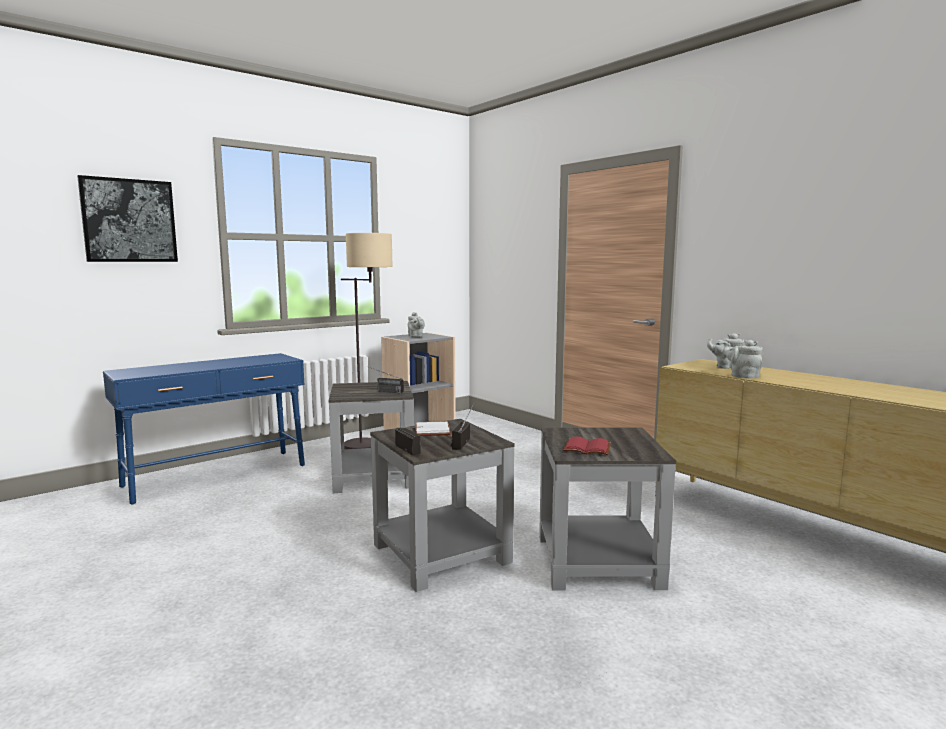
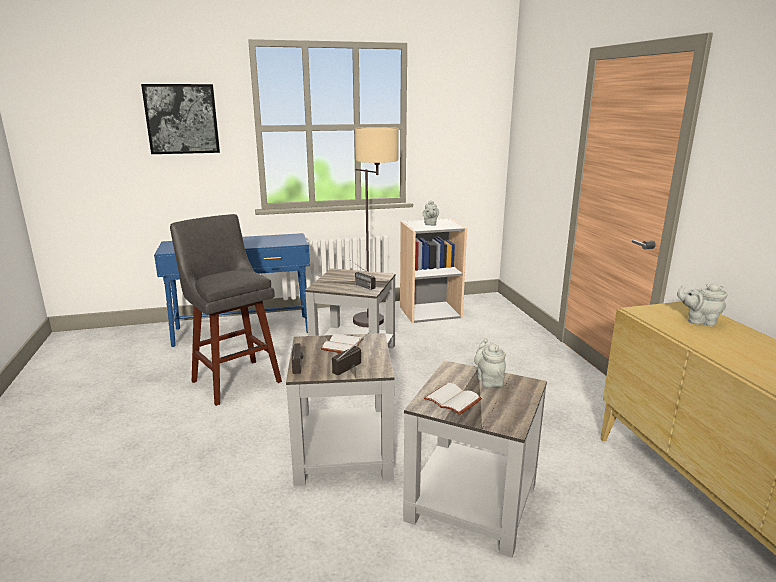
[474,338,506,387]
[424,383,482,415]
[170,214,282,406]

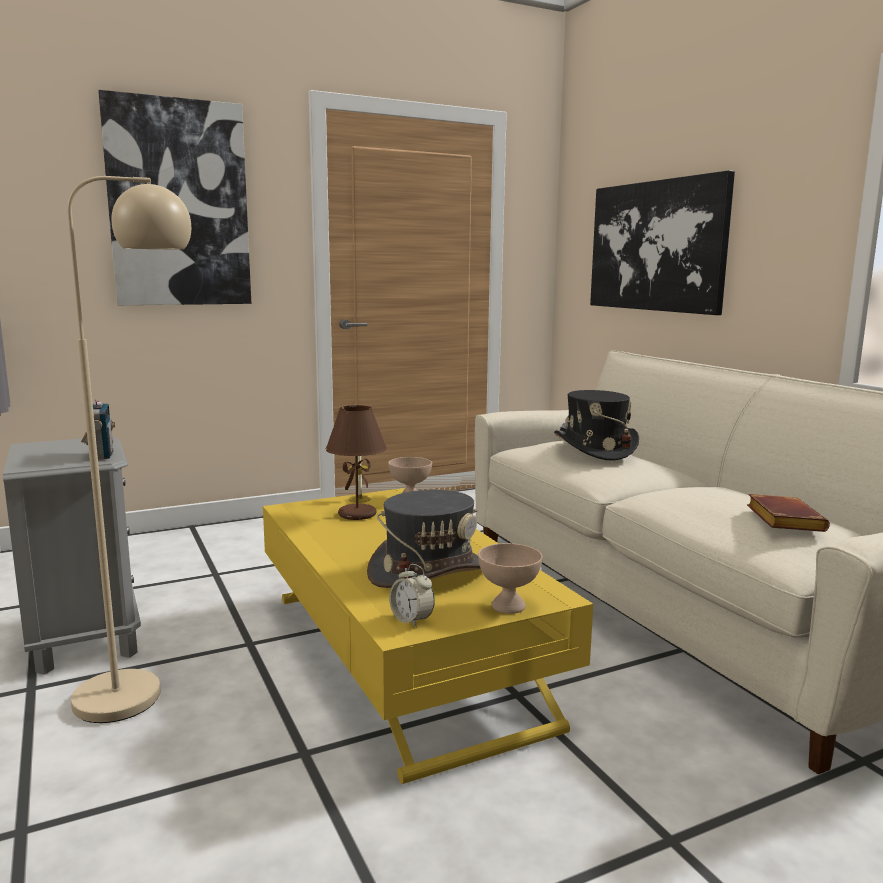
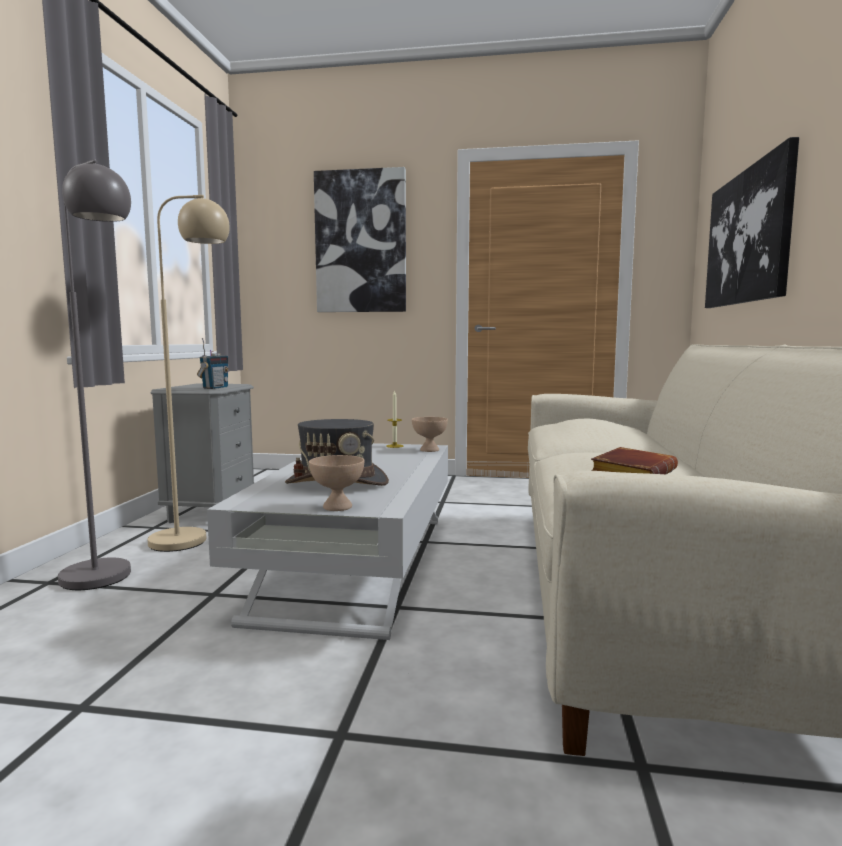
[554,390,639,461] (first image)
[325,405,387,520] (first image)
[207,443,448,640]
[389,564,435,627] (first image)
[58,159,131,590]

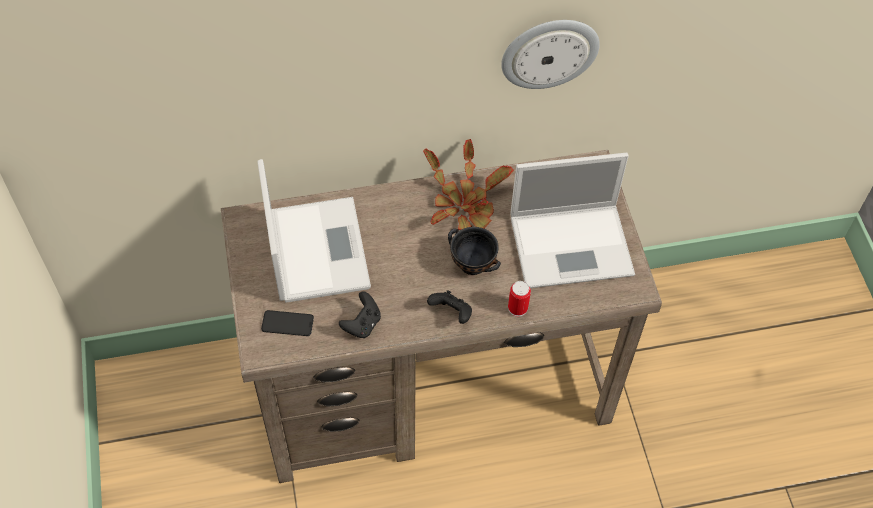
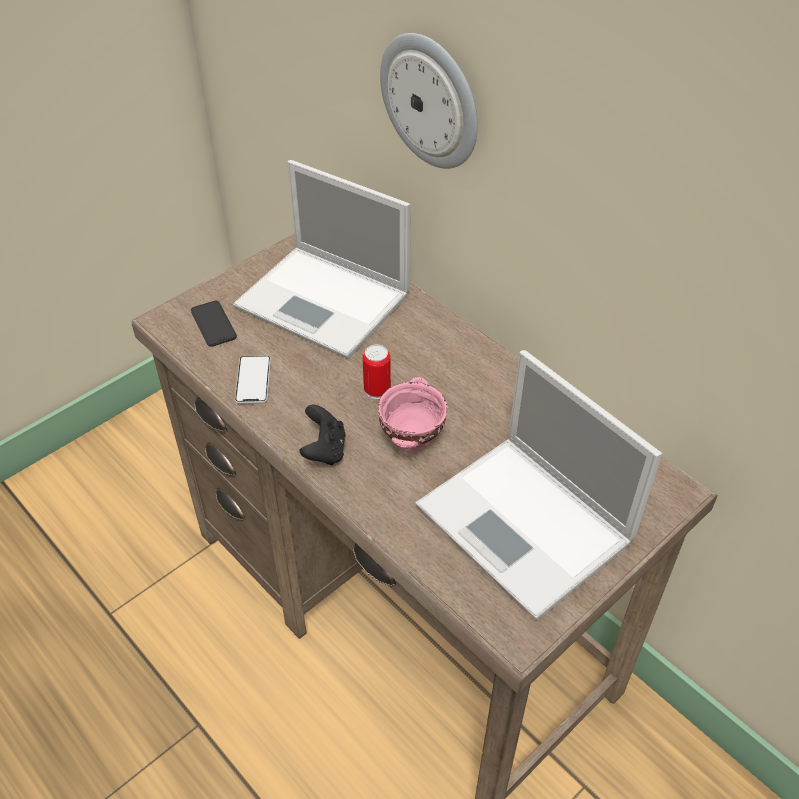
[380,33,478,169]
[423,139,514,230] (first image)
[233,160,411,359]
[377,377,448,452]
[363,345,391,399]
[234,355,271,404]

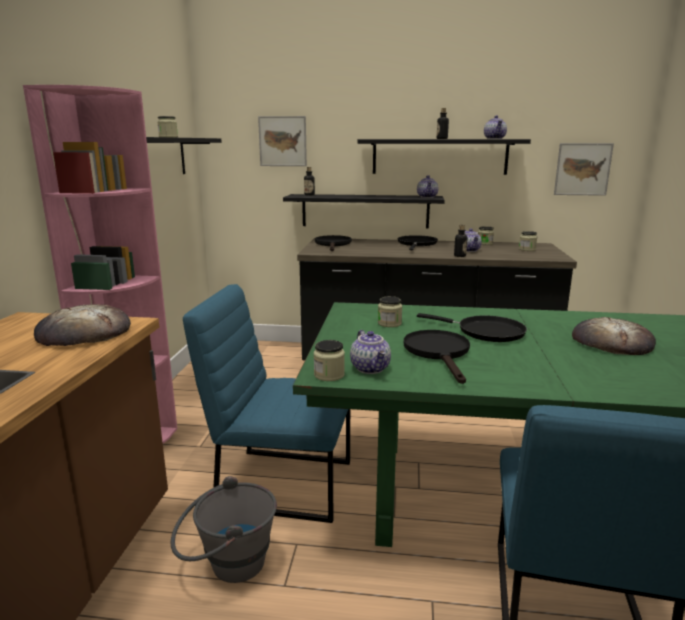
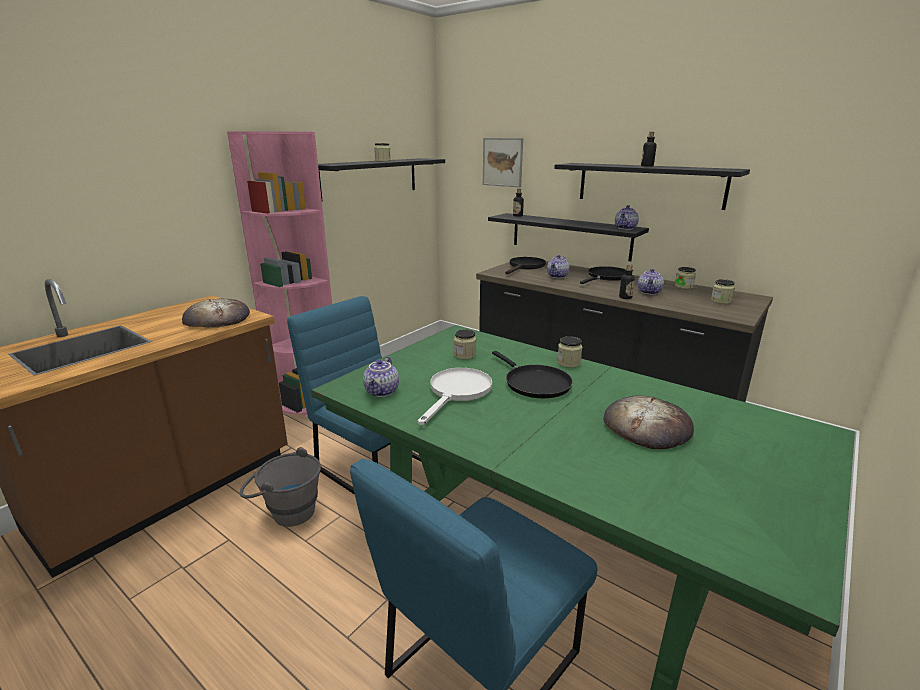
[547,255,569,278]
[554,143,614,196] (first image)
[418,368,492,425]
[557,336,582,368]

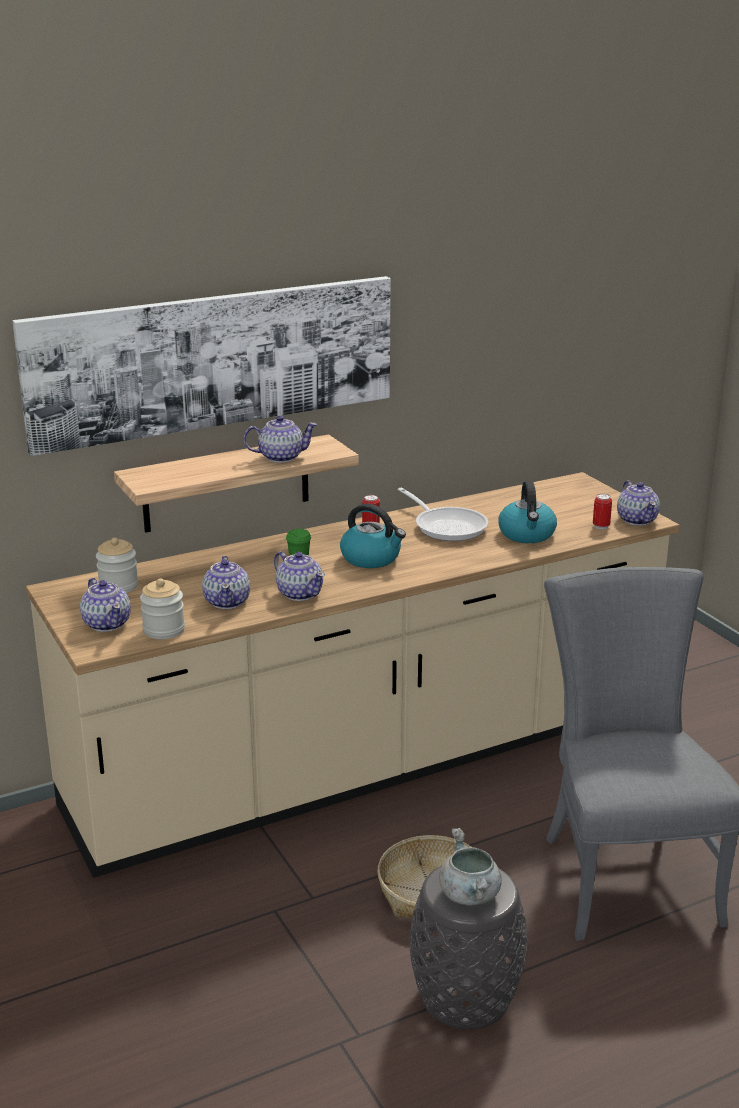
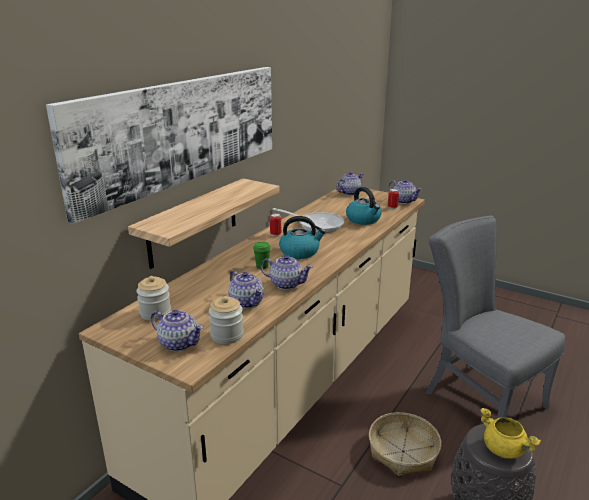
[336,172,363,196]
[480,408,541,459]

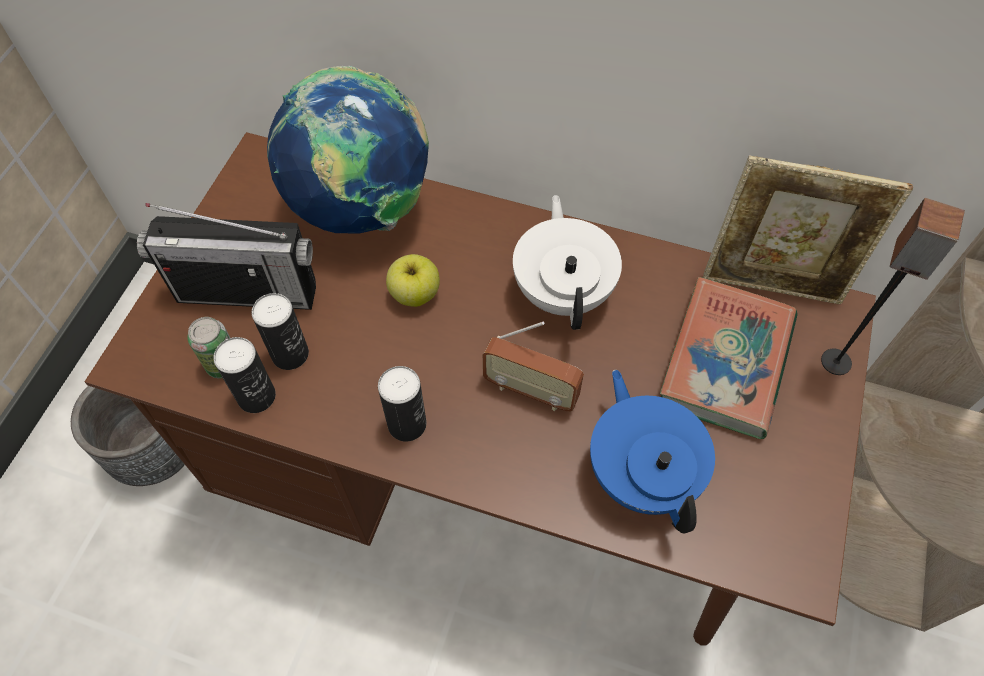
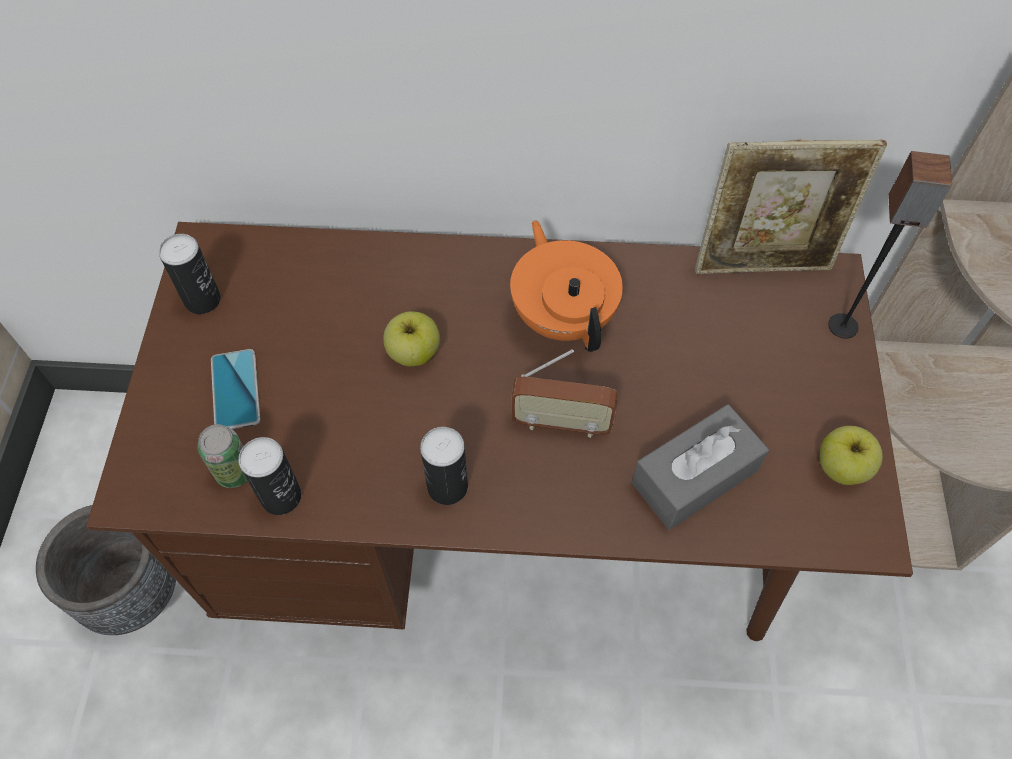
[267,66,429,234] (first image)
[510,220,623,352]
[211,349,260,429]
[660,277,798,439] (first image)
[159,234,221,314]
[632,404,769,530]
[820,426,883,485]

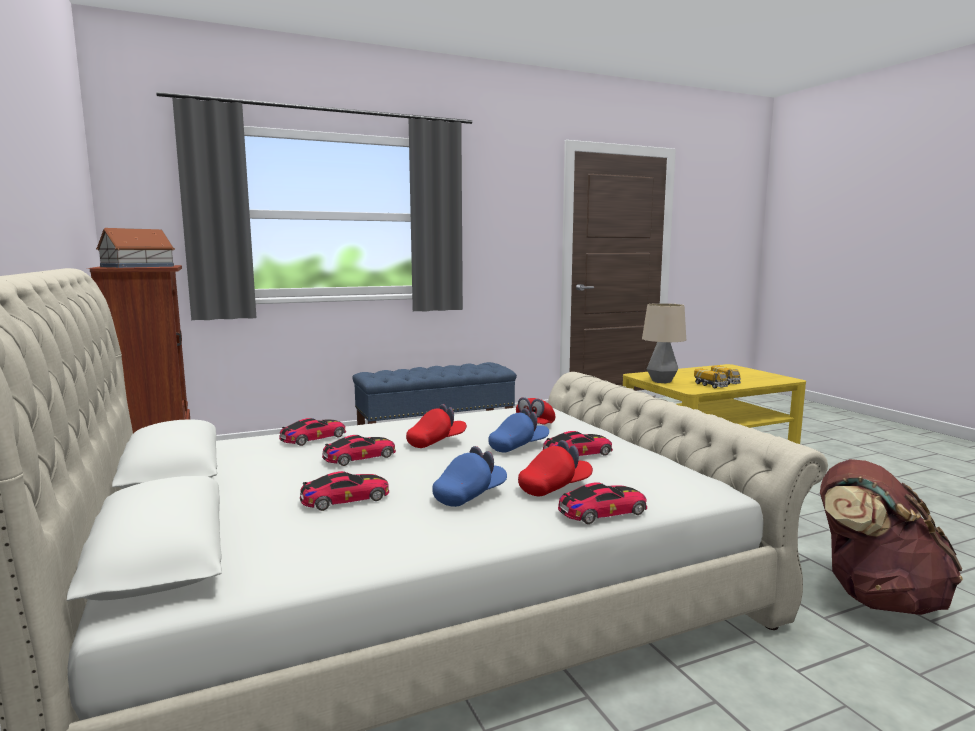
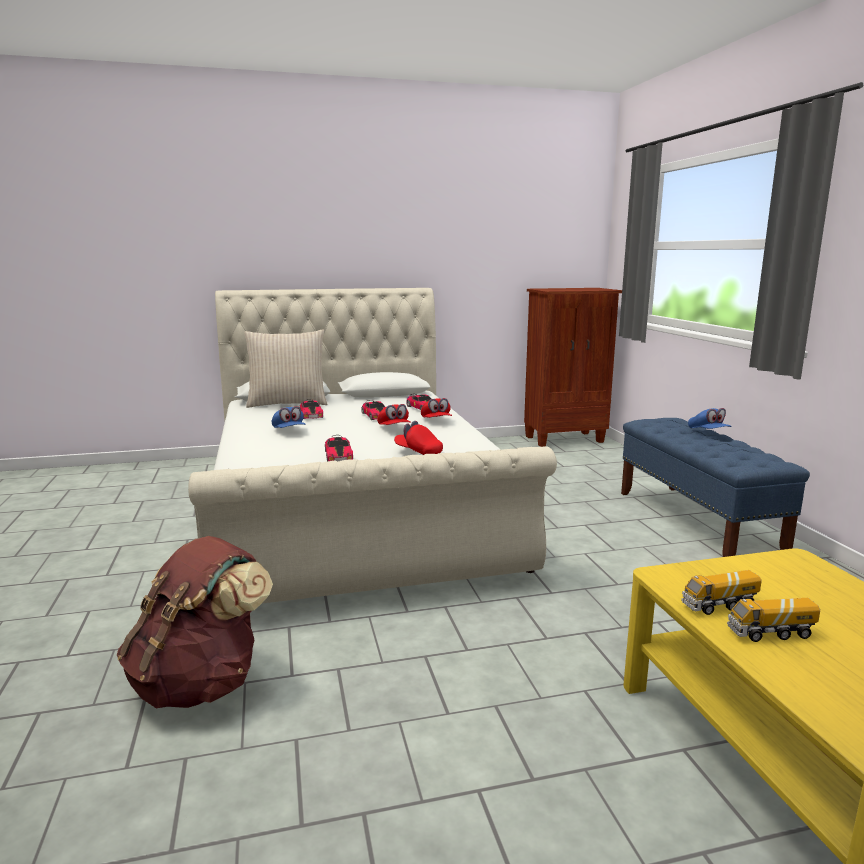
[96,228,175,268] (first image)
[642,303,686,383] (first image)
[688,408,732,429]
[421,398,452,418]
[558,482,647,524] (first image)
[244,329,328,408]

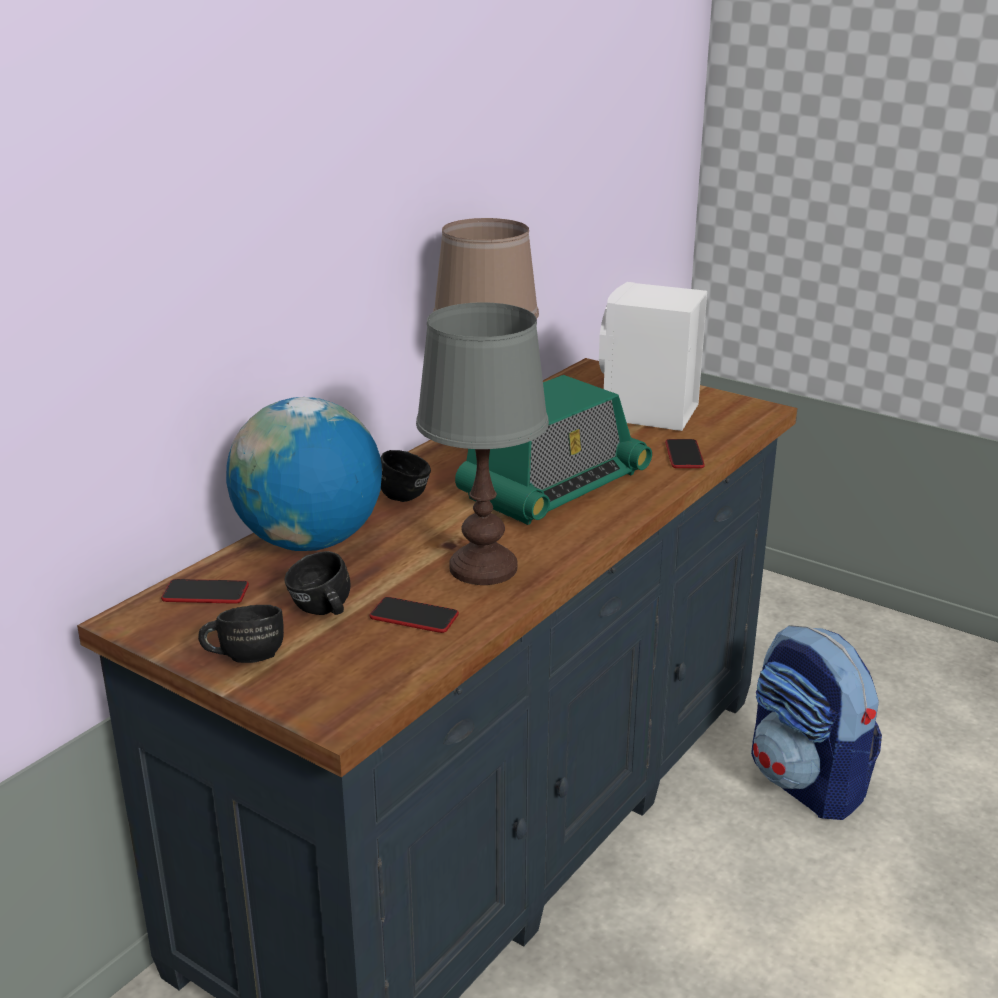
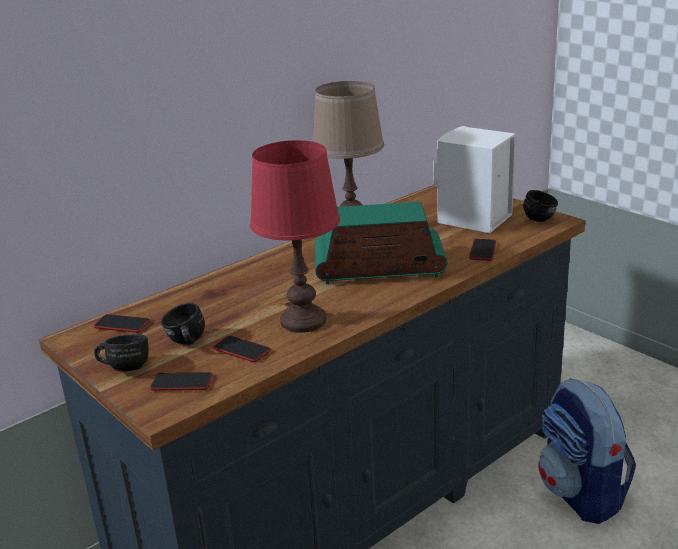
[250,140,340,333]
[315,202,448,284]
[226,397,382,551] (first image)
[523,190,558,222]
[150,372,213,391]

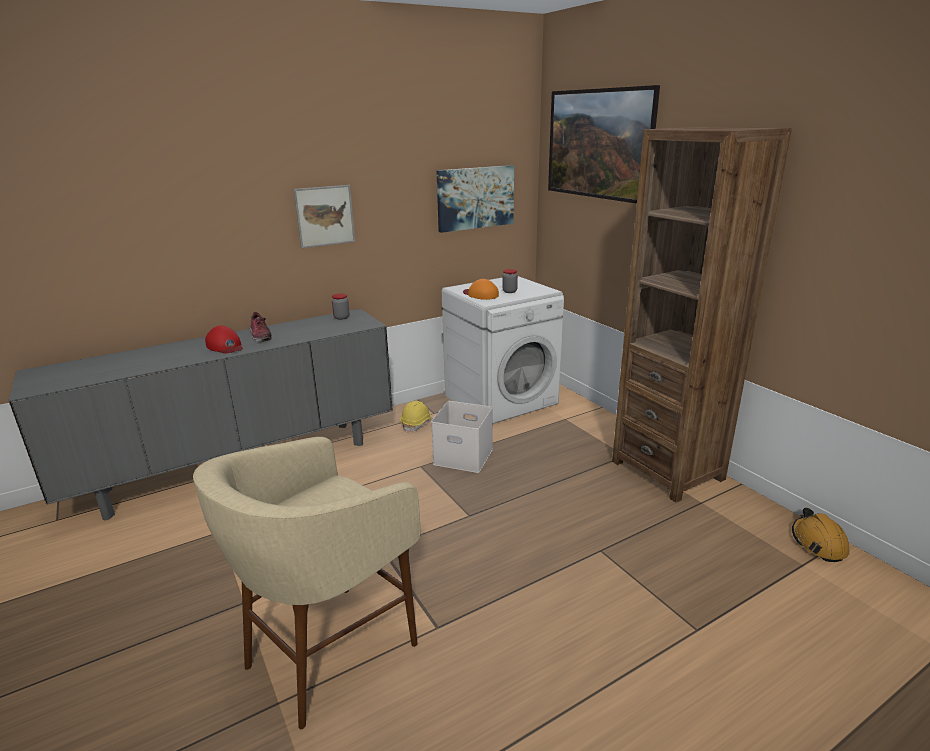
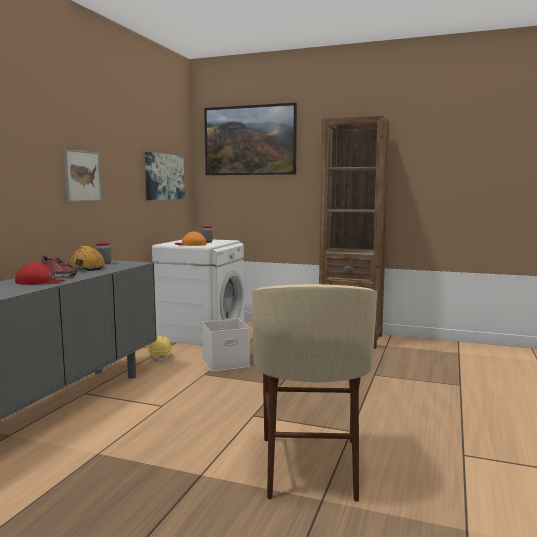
[68,246,106,271]

